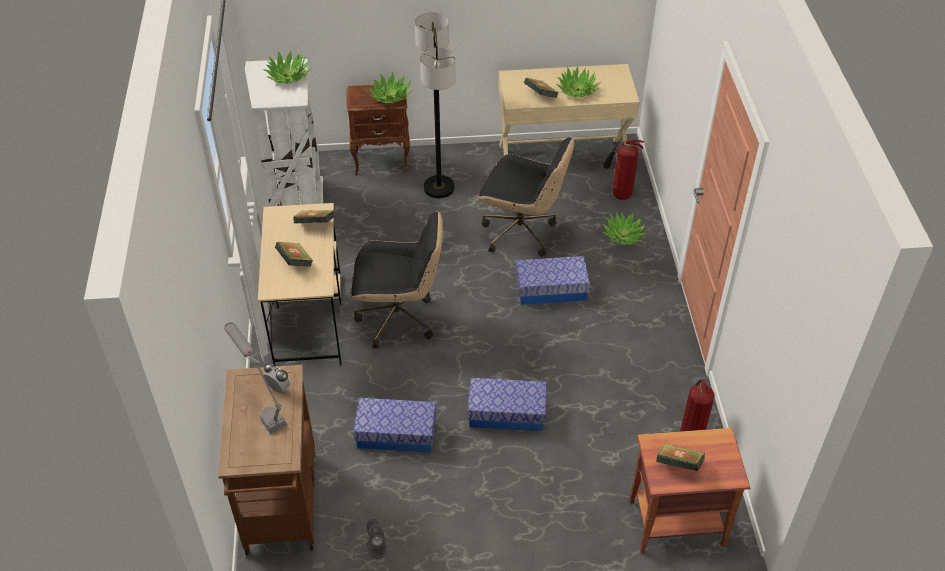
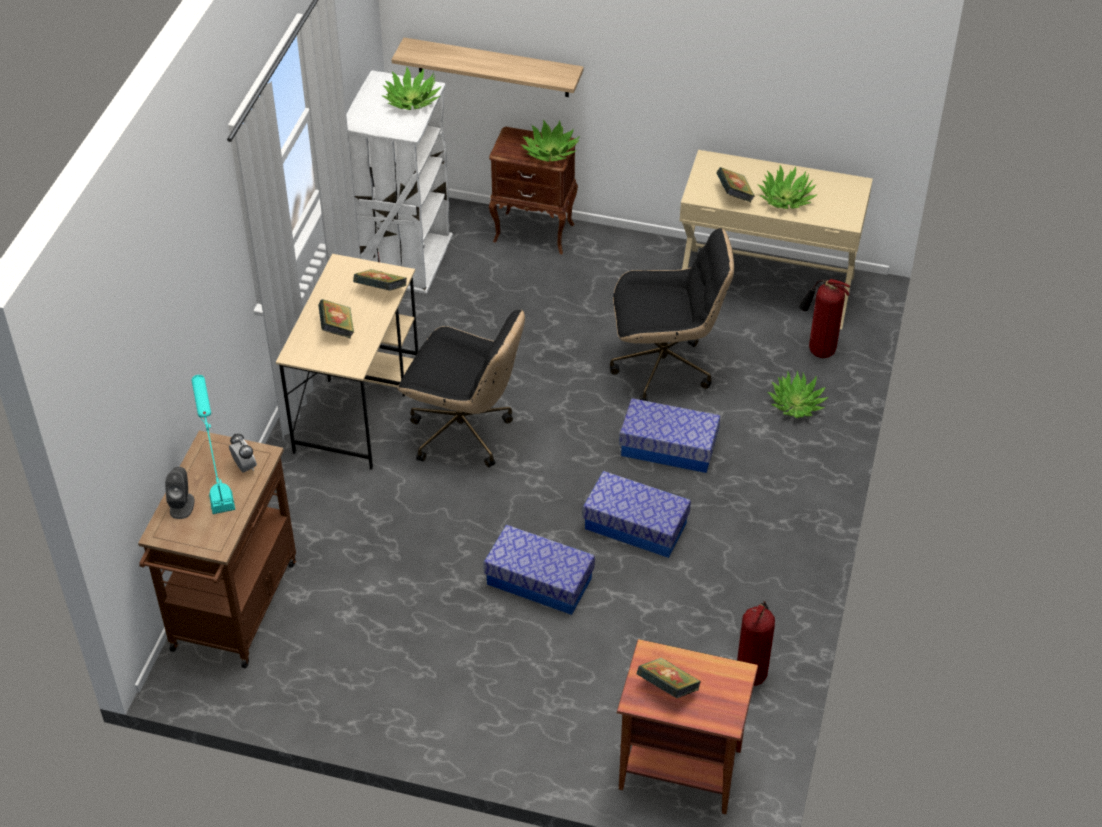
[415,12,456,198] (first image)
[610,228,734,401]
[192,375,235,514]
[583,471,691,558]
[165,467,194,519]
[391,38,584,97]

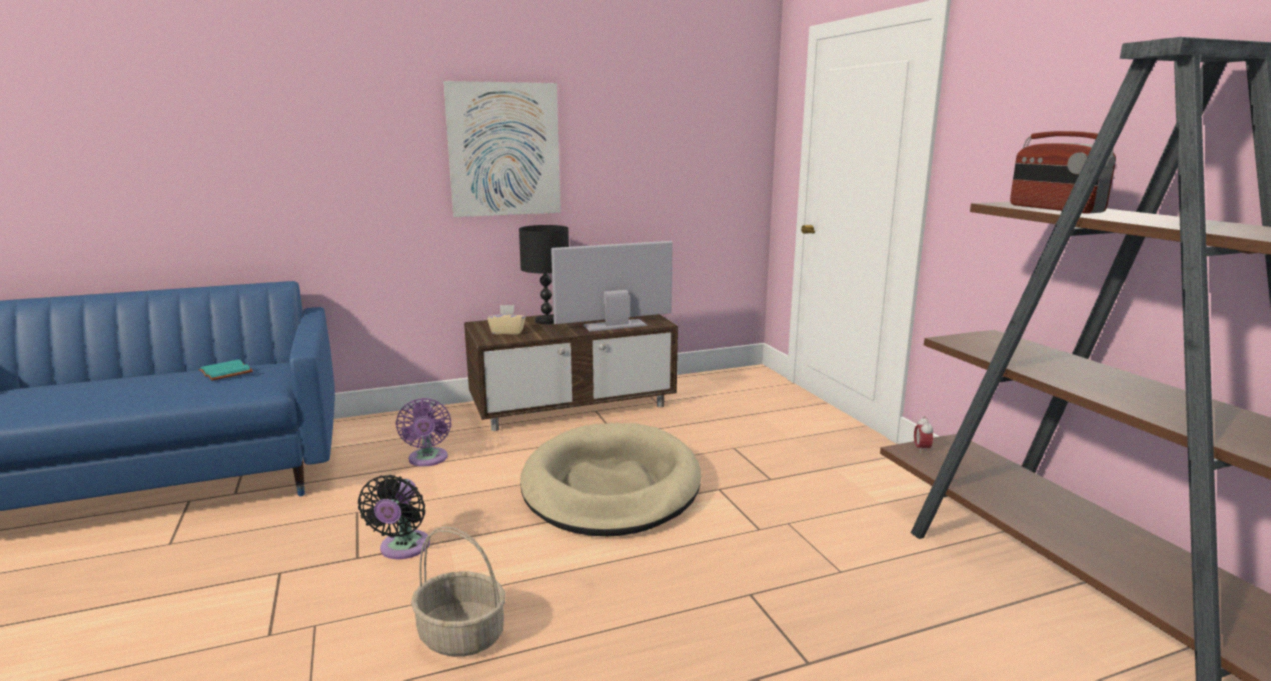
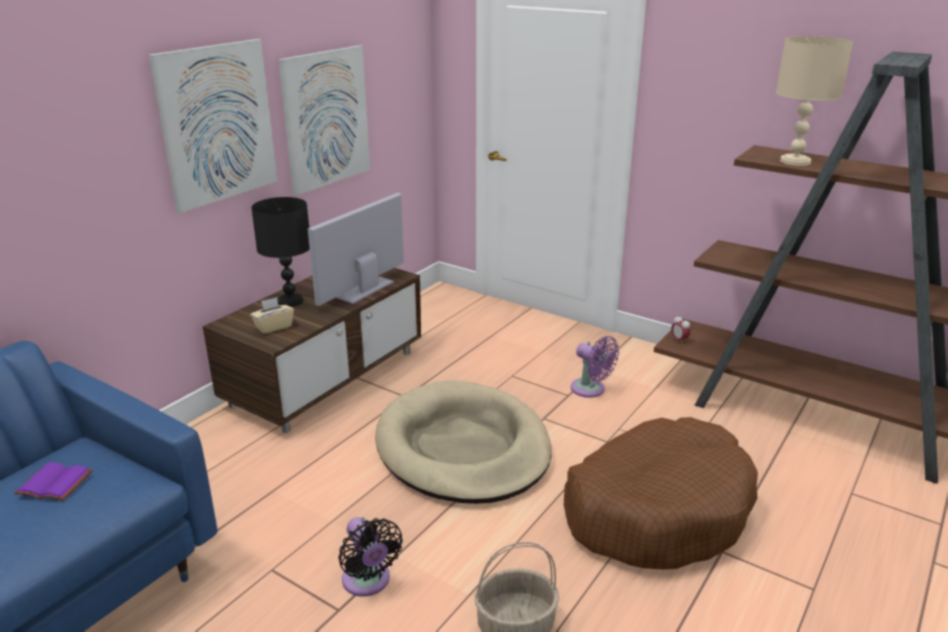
[776,36,853,166]
[14,462,93,501]
[571,336,619,398]
[278,45,370,196]
[564,417,758,570]

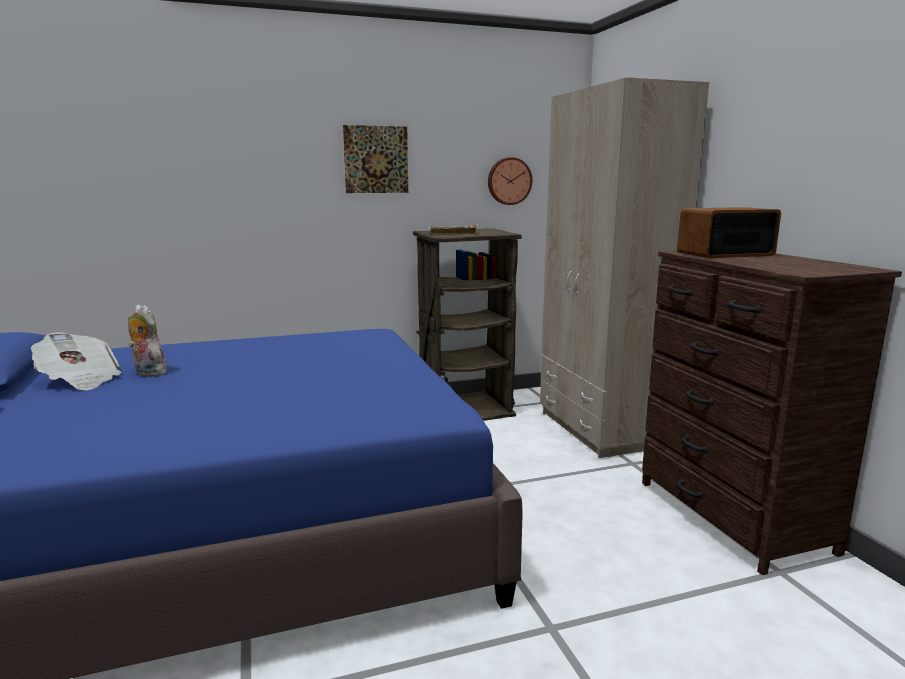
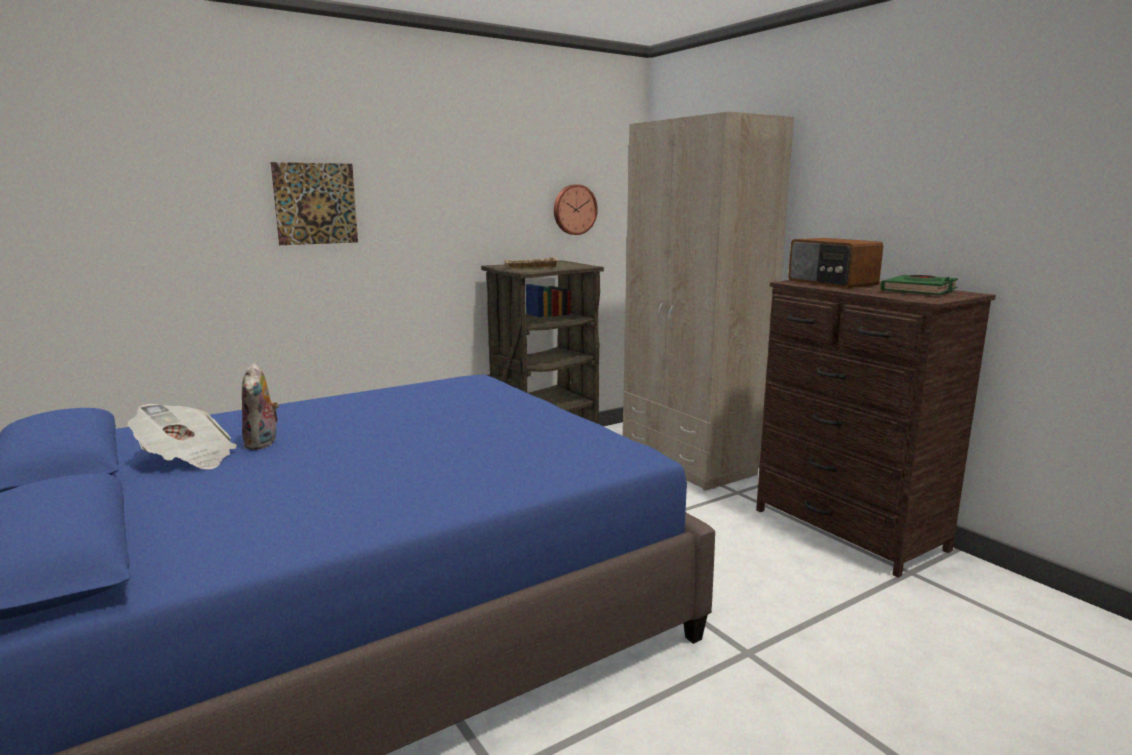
[271,162,358,245]
[788,238,883,288]
[242,363,279,450]
[880,275,958,295]

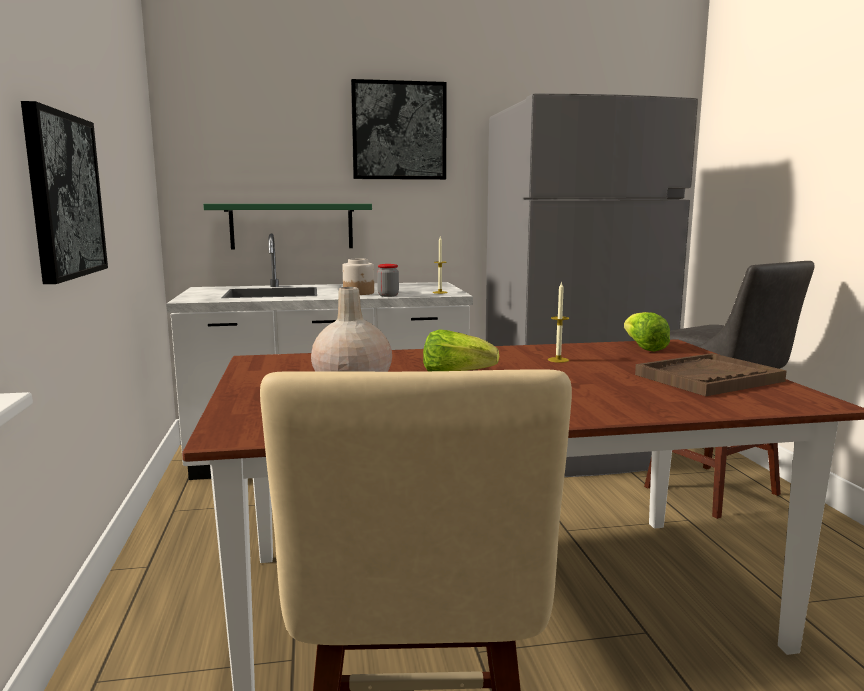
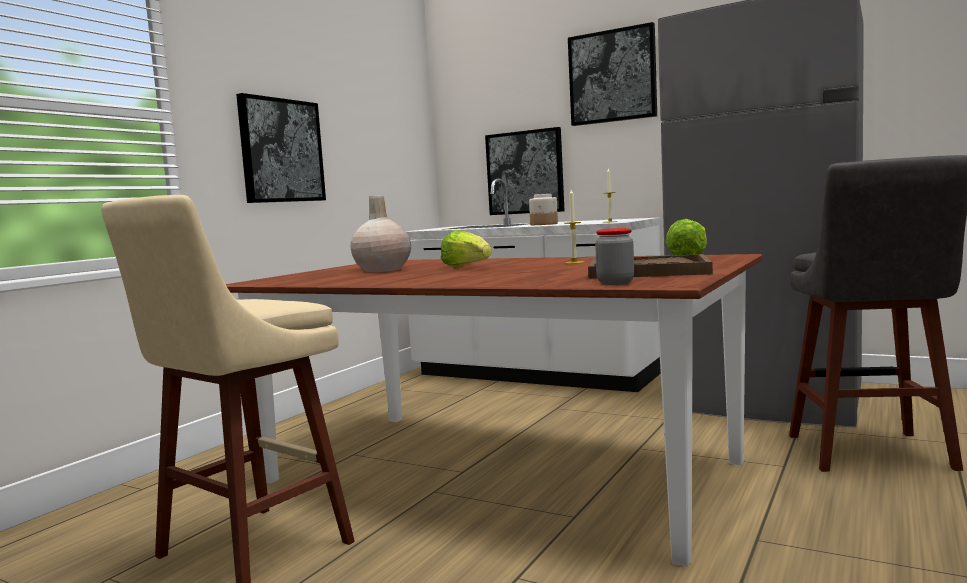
[485,127,565,215]
[595,228,634,285]

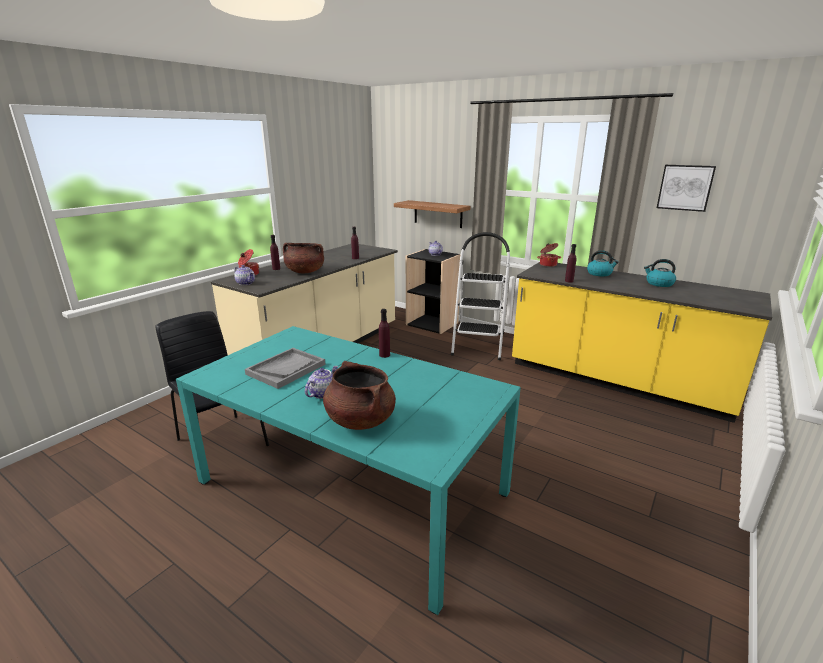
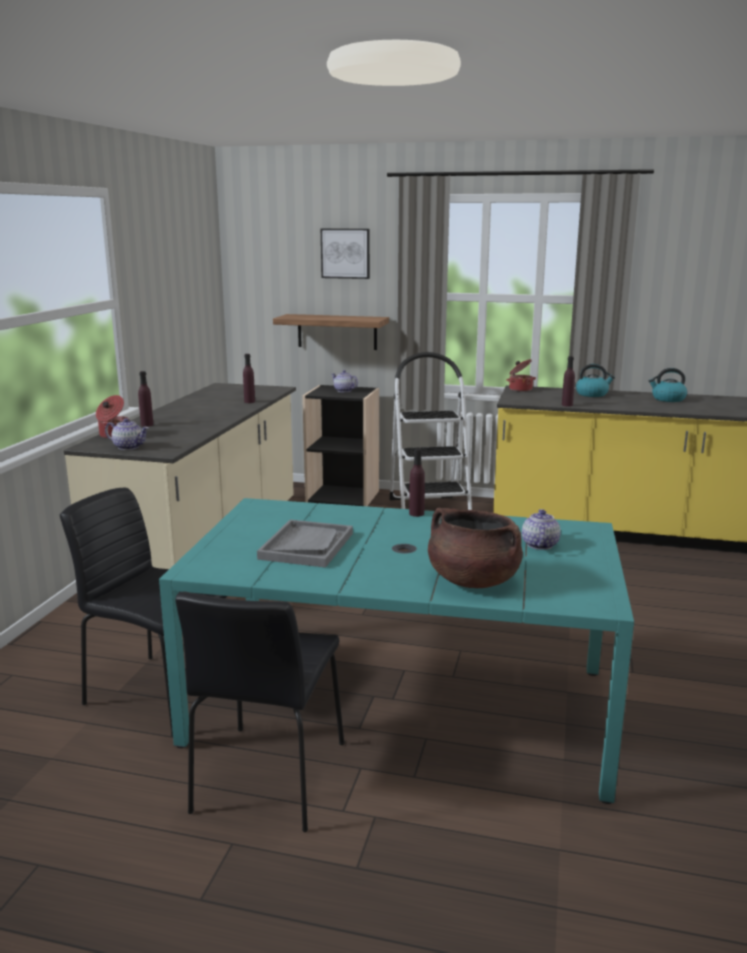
[321,229,370,279]
[283,243,324,273] (first image)
[522,509,561,550]
[176,591,345,832]

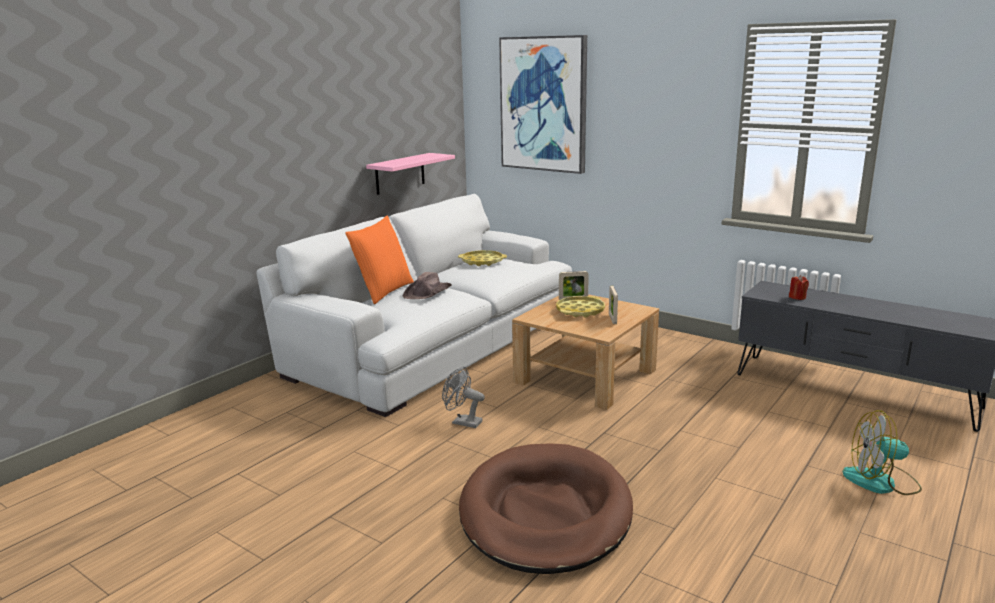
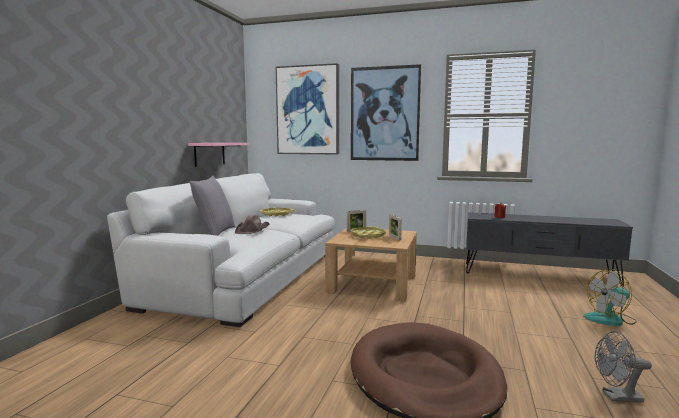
[189,176,235,236]
[595,331,652,403]
[351,64,421,161]

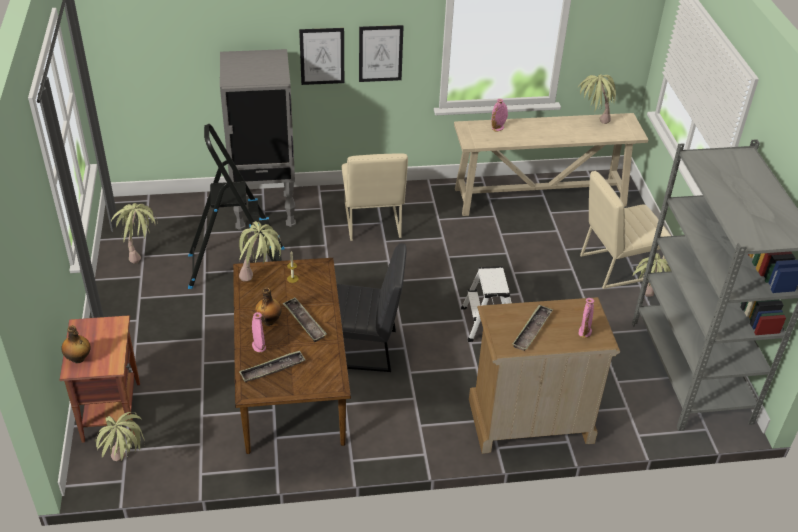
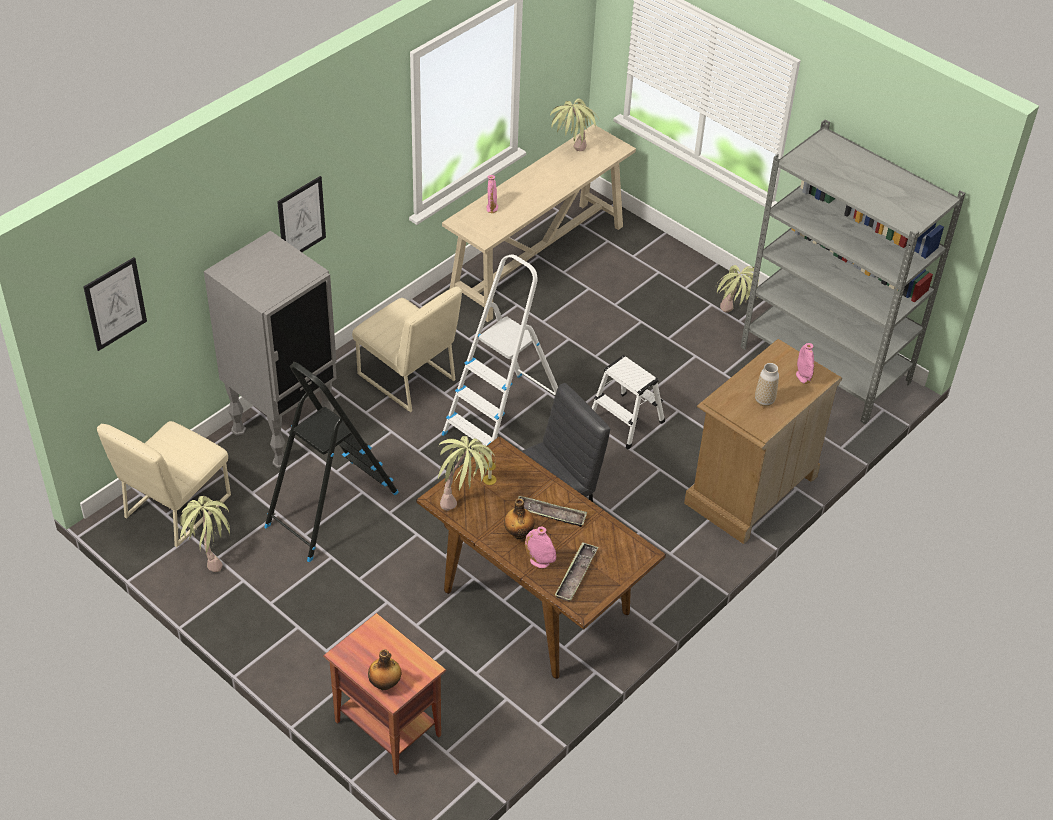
[83,257,147,351]
[97,421,231,547]
[755,363,779,407]
[95,412,145,461] (first image)
[442,255,558,446]

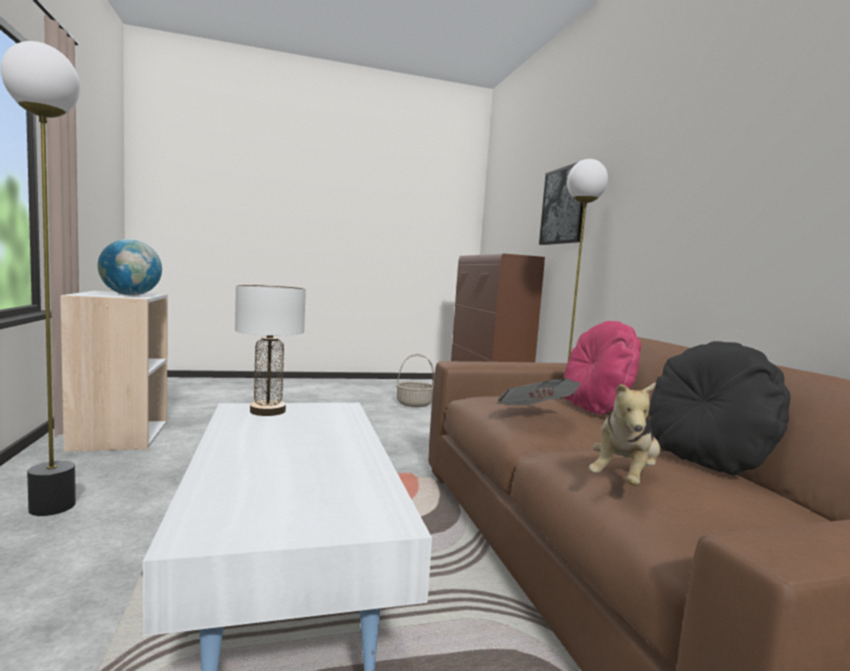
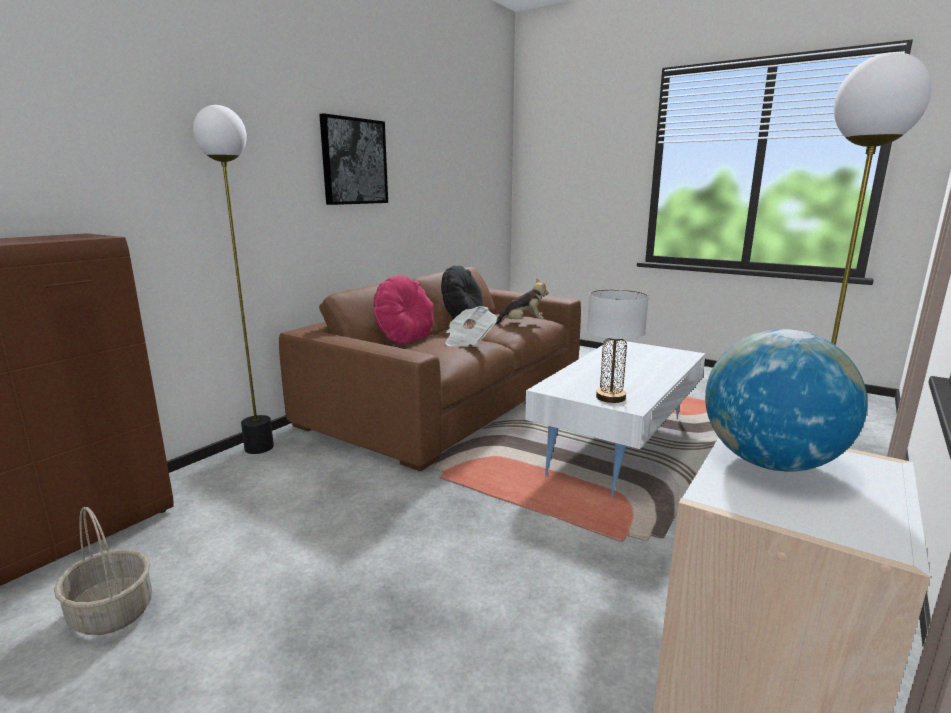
[319,113,388,205]

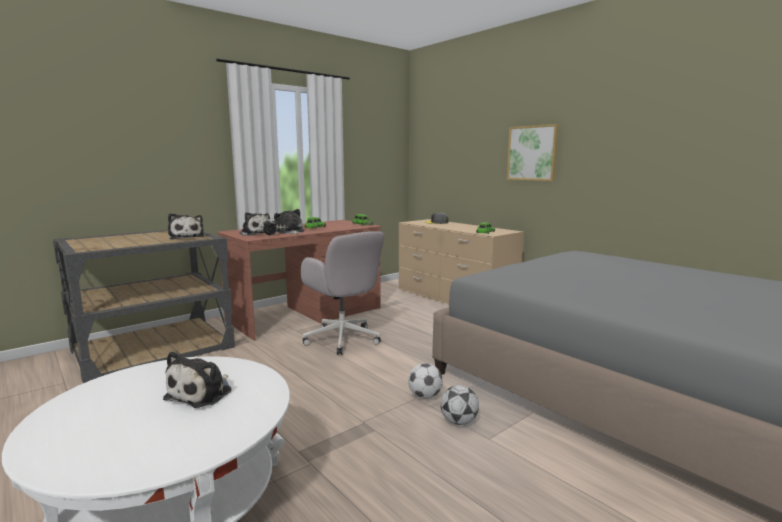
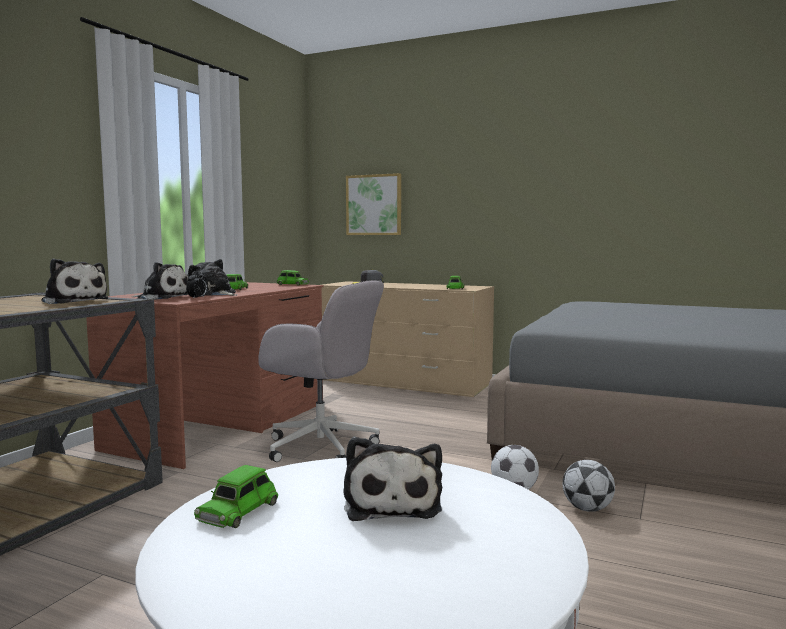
[346,173,401,235]
[194,465,278,528]

